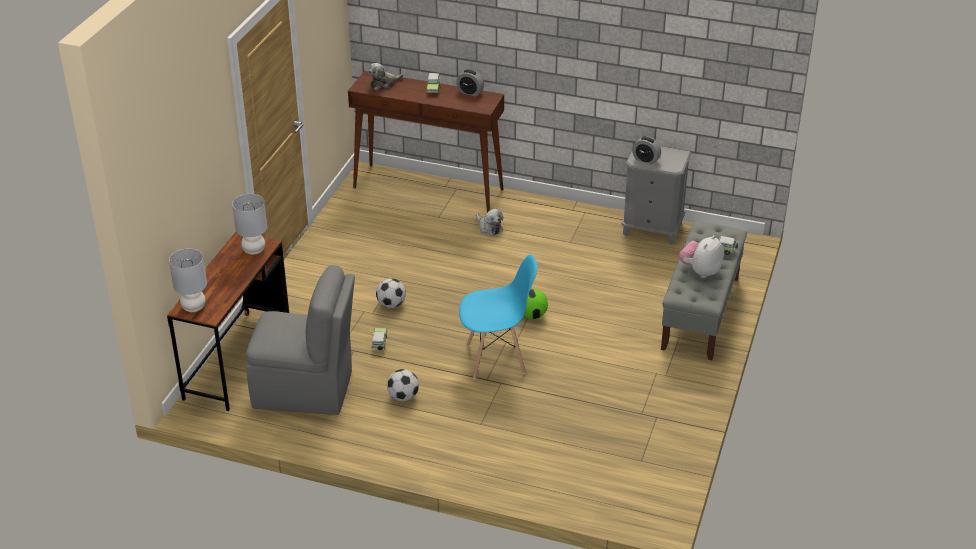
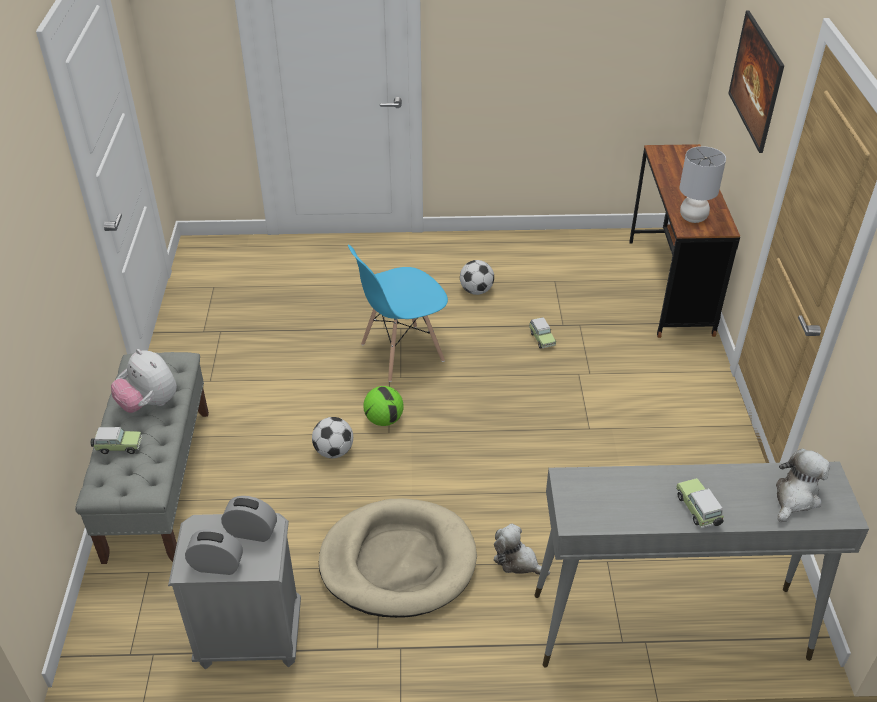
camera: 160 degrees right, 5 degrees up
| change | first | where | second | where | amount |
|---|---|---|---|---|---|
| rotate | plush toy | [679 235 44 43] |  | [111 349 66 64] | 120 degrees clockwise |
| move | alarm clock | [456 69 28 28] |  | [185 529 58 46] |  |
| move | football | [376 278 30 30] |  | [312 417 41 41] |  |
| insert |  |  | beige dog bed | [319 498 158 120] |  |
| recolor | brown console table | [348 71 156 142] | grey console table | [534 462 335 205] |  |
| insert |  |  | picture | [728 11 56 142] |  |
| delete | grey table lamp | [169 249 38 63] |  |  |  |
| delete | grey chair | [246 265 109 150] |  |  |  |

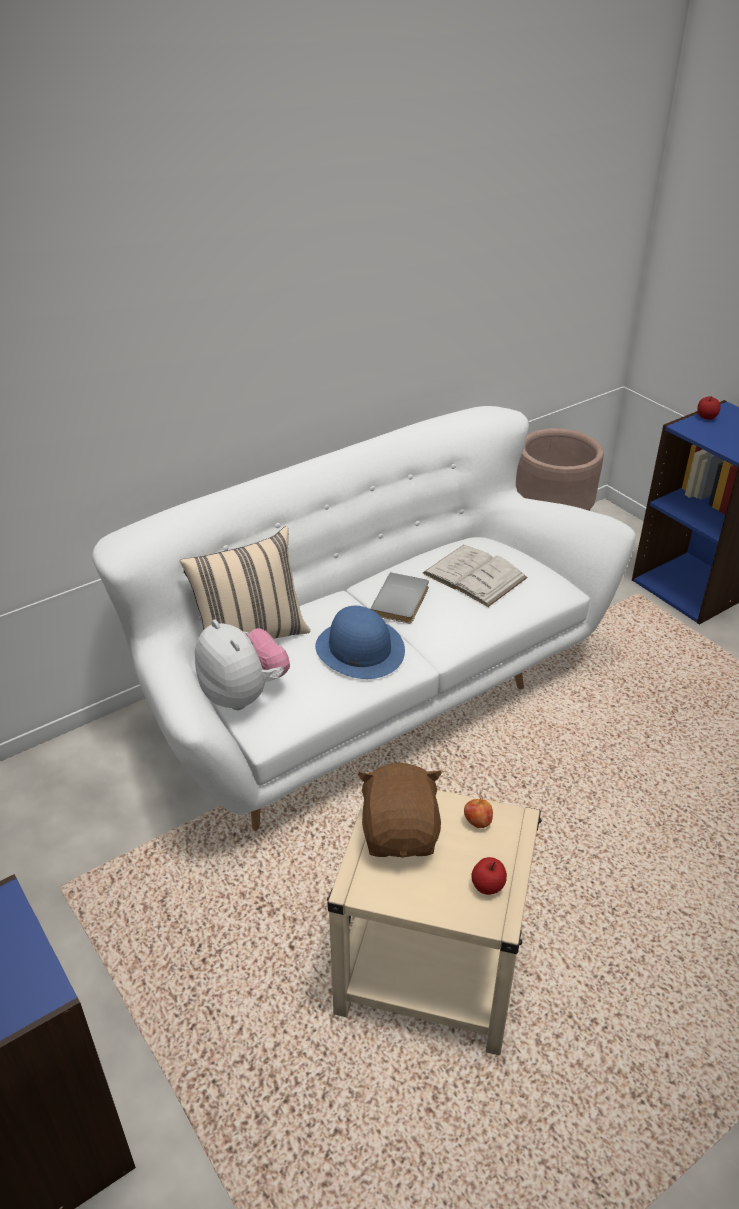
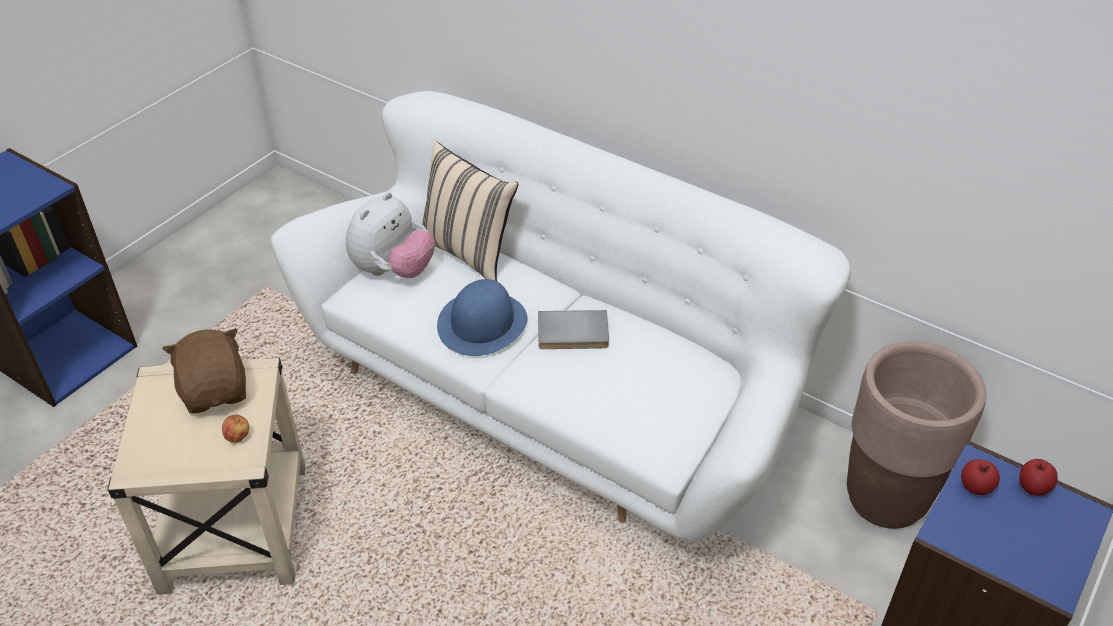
camera: 70 degrees right, 5 degrees up
| change | first | where | second | where | amount |
|---|---|---|---|---|---|
| rotate | brown plush toy | [358 763 84 95] |  | [162 328 84 86] | 90 degrees counterclockwise |
| move | apple | [471 857 36 38] |  | [961 459 39 36] |  |
| delete | white book | [423 545 105 62] |  |  |  |

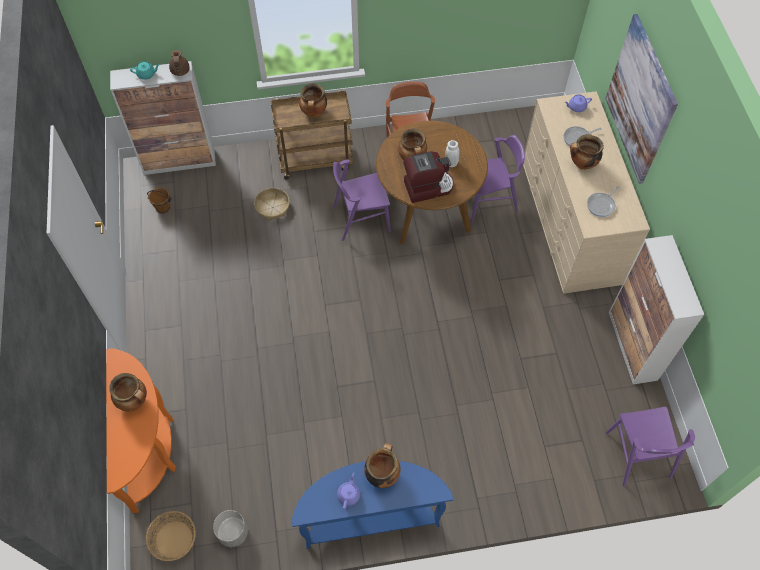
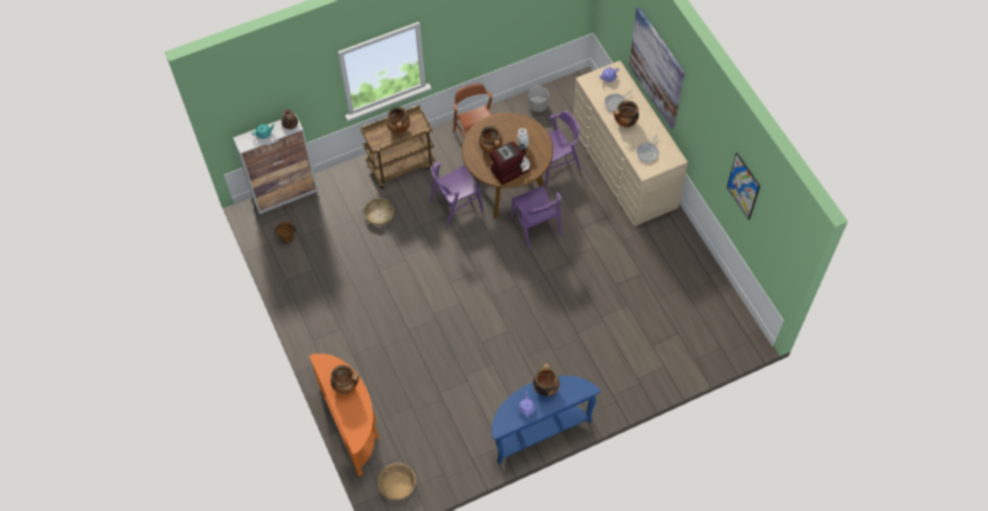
camera: 15 degrees left, 0 degrees up
| change | first | where | second | where | amount |
|---|---|---|---|---|---|
| move | purple chair | [606 407 89 80] |  | [510 185 52 65] |  |
| move | grey planter | [213 510 35 37] |  | [528 86 20 26] |  |
| insert |  |  | picture | [727 153 33 67] |  |
| delete | cabinet | [609 235 95 149] |  |  |  |

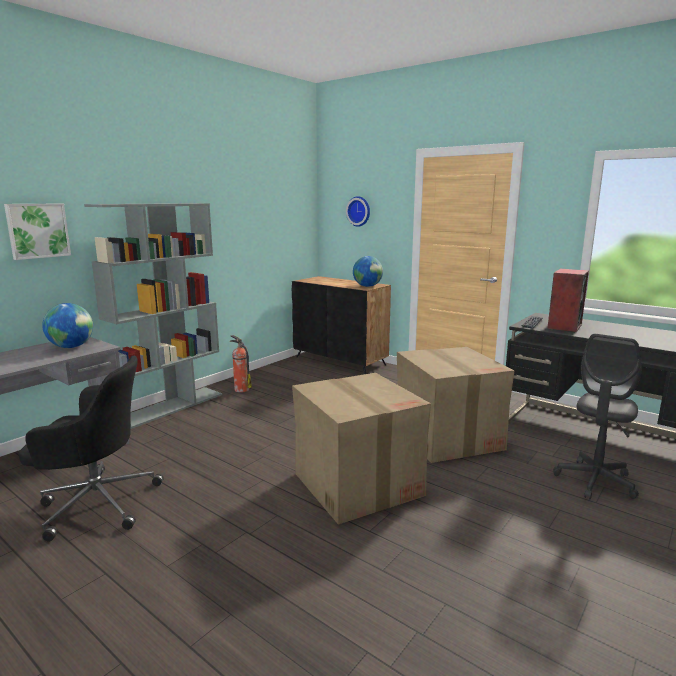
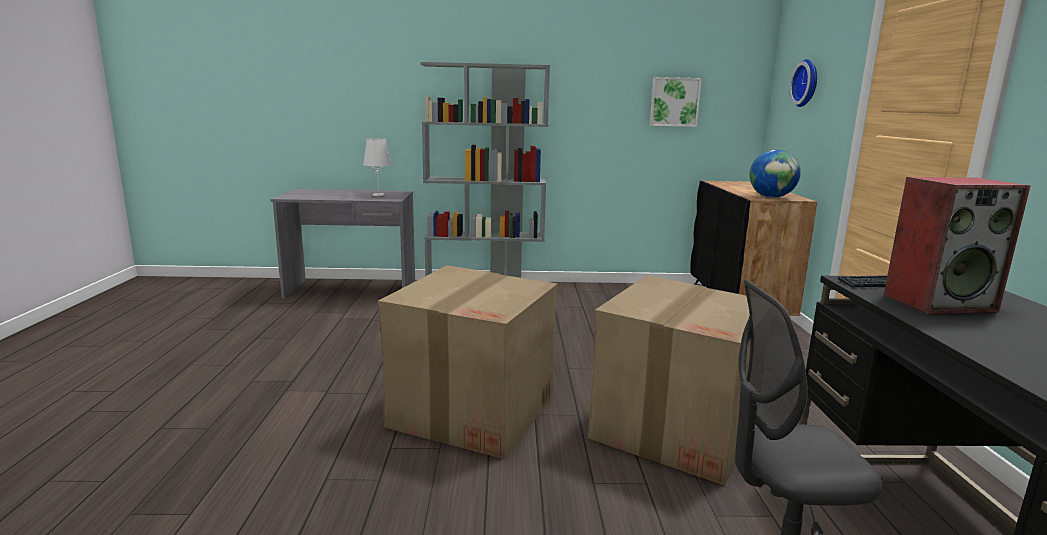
camera: 50 degrees right, 0 degrees up
| change | first | where | second | where | amount |
|---|---|---|---|---|---|
| replace | globe | [42 303 51 45] | white table lamp | [363 138 28 58] |  |
| move | picture | [4 204 67 56] |  | [649 77 53 50] |  |
| delete | black office chair | [19 356 145 186] |  |  |  |
| delete | fire extinguisher | [230 335 22 57] |  |  |  |

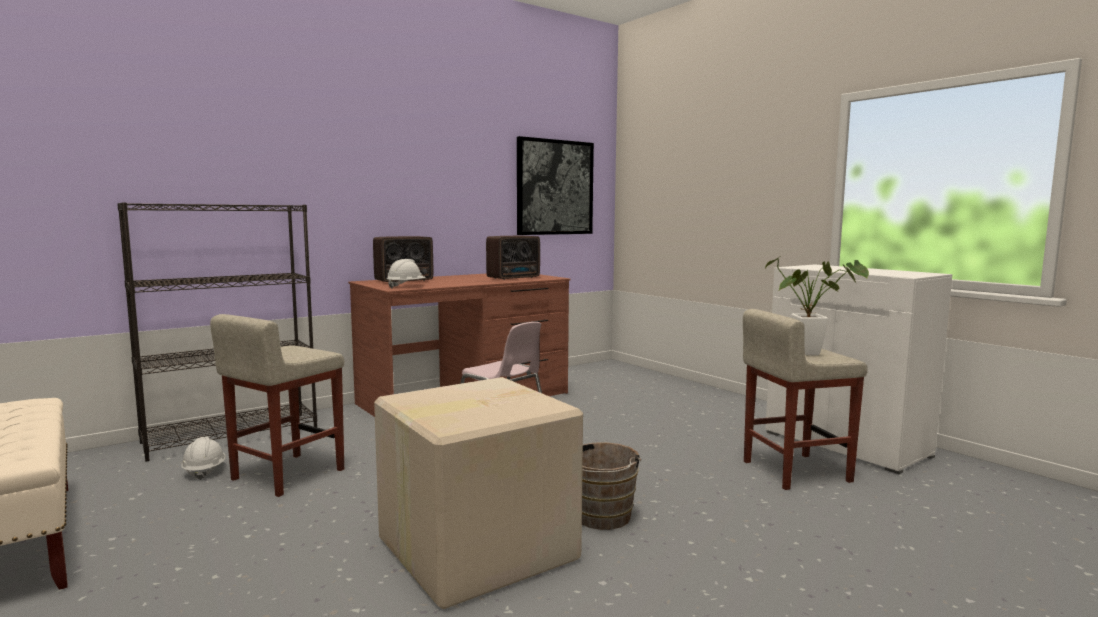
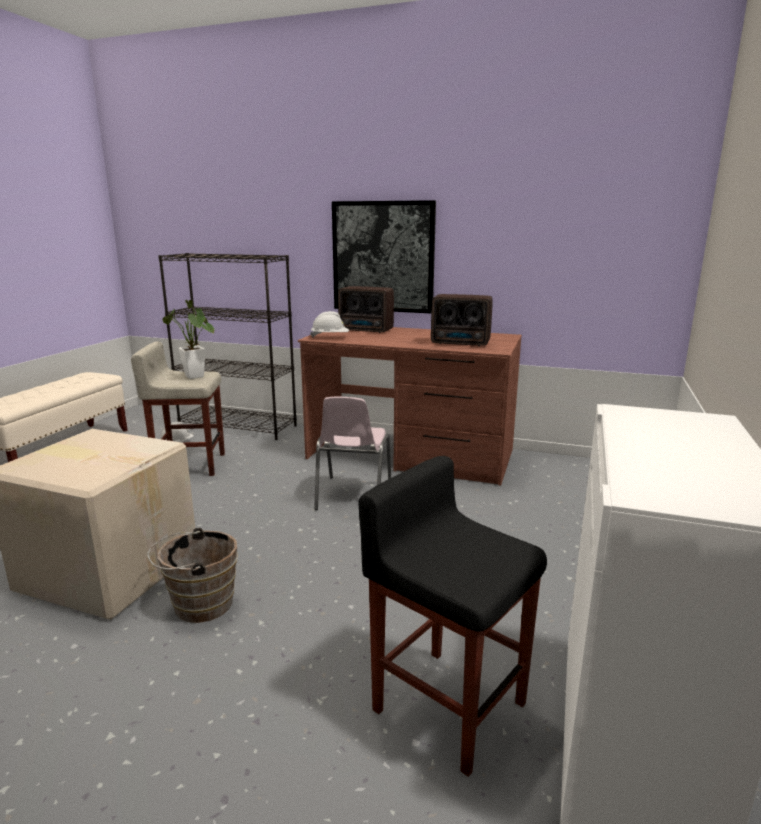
camera: 55 degrees right, 10 degrees up
| change | first | where | second | where | amount |
|---|---|---|---|---|---|
| move | potted plant | [765 256 104 99] |  | [162 300 52 79] |  |
| move | picture | [517 136 77 99] |  | [332 200 104 113] |  |
| recolor | beige stool | [743 309 125 181] | black stool | [359 456 188 321] |  |

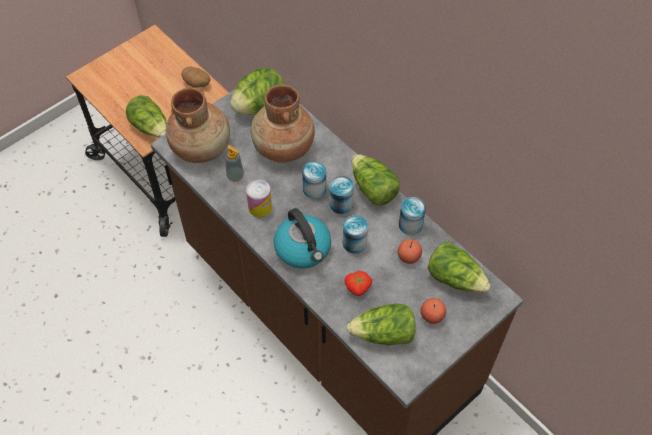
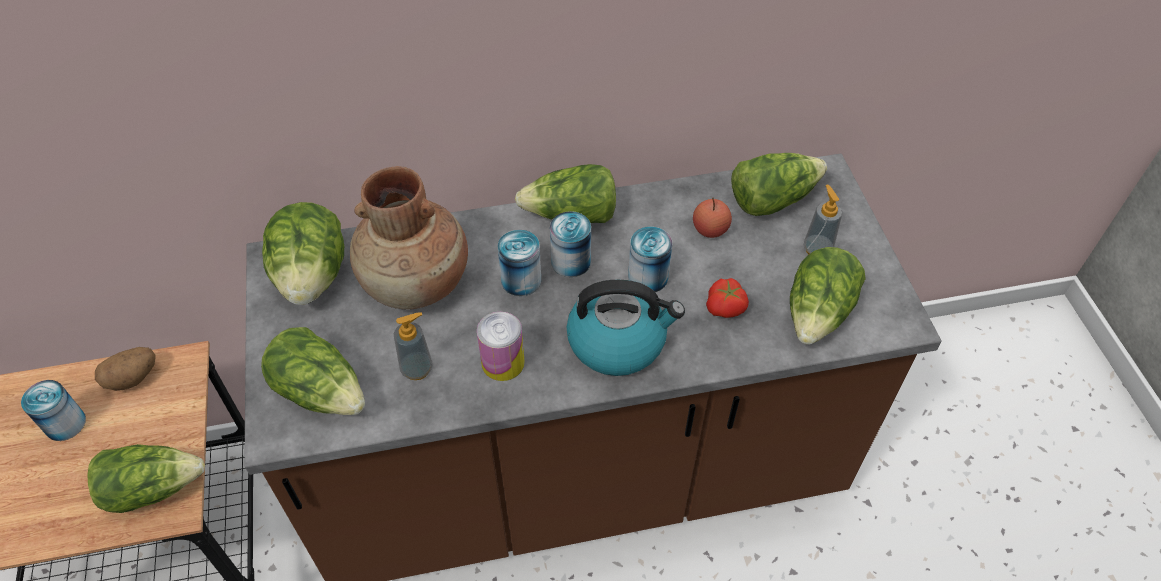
camera: 60 degrees left, 5 degrees down
| change | first | where | second | where | amount |
|---|---|---|---|---|---|
| move | can | [399 197 27 38] |  | [21 380 65 61] |  |
| replace | brown vase | [166 88 64 75] | lettuce | [261 327 104 88] |  |
| replace | apple | [421 298 25 26] | soap dispenser | [804 185 38 69] |  |

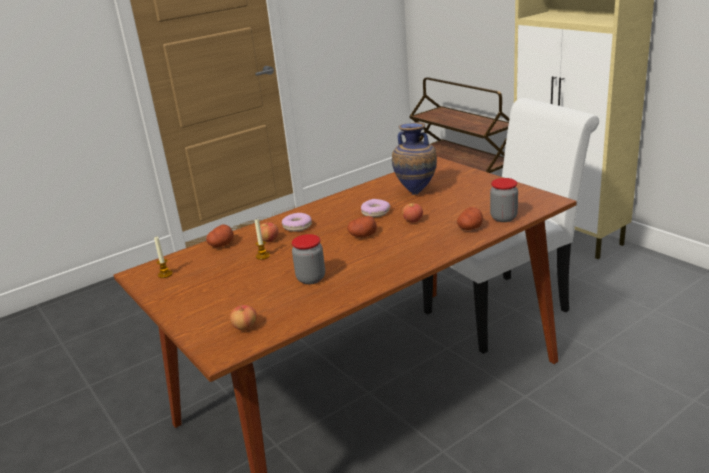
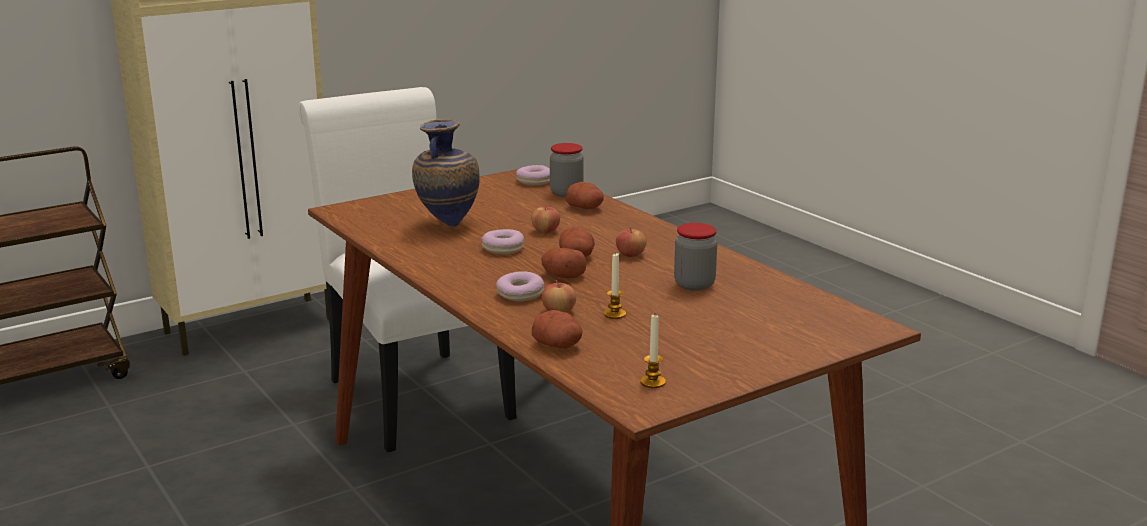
camera: 90 degrees left, 5 degrees down
| change | first | where | second | where | amount |
|---|---|---|---|---|---|
| insert |  |  | donut | [516 165 34 20] |  |
| insert |  |  | potato | [541 248 45 30] |  |
| move | apple | [230 305 27 25] |  | [616 227 31 30] |  |

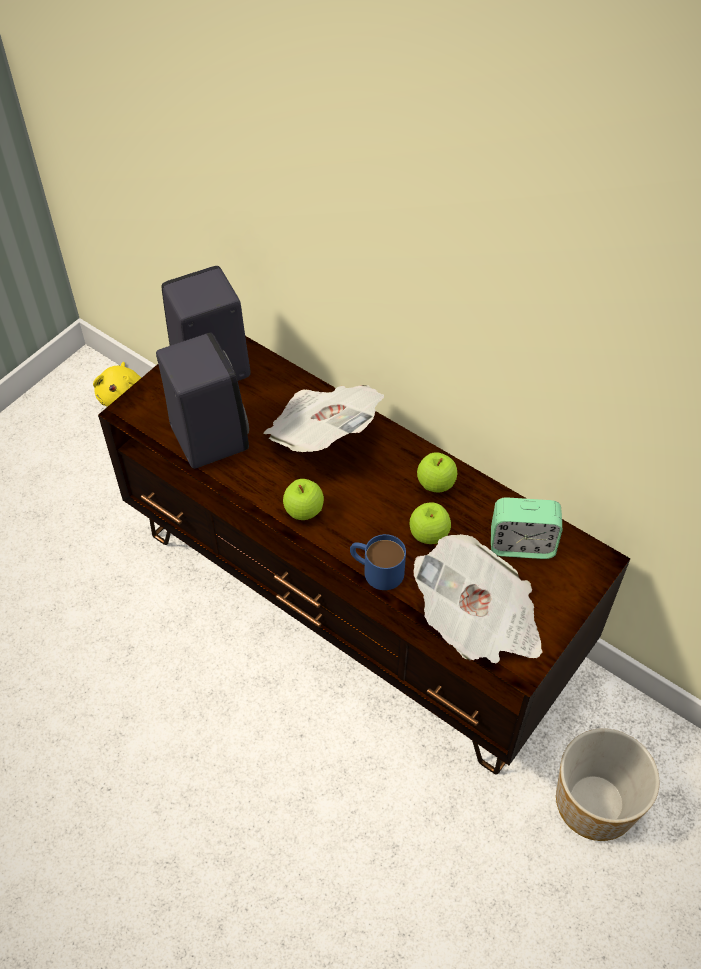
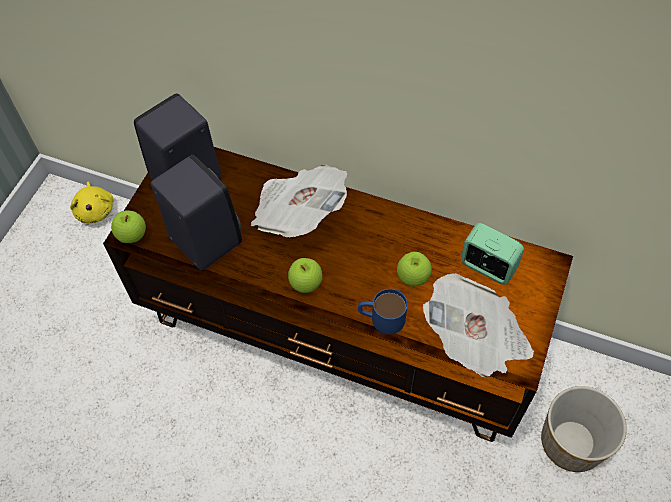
camera: 15 degrees left, 5 degrees up
| change | first | where | second | where | amount |
|---|---|---|---|---|---|
| move | apple | [417 452 40 40] |  | [111 210 35 33] |  |
| rotate | alarm clock | [491 497 71 62] |  | [461 223 63 62] | 135 degrees counterclockwise |

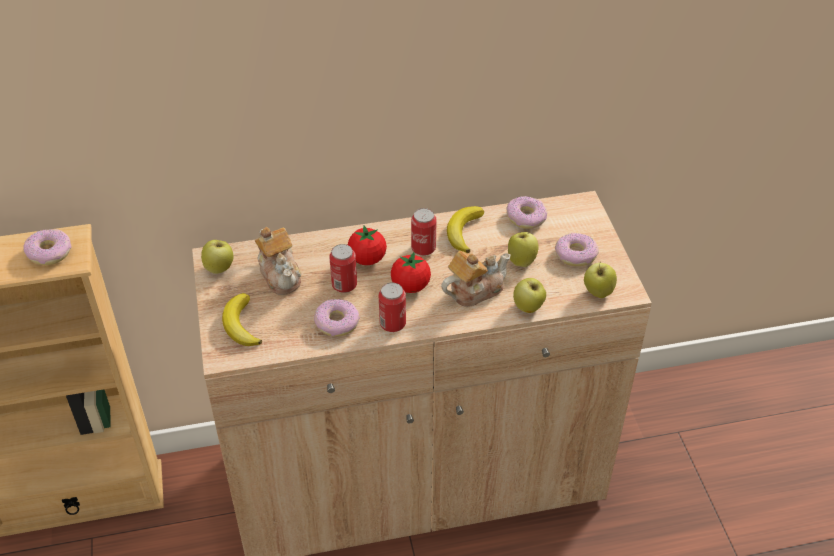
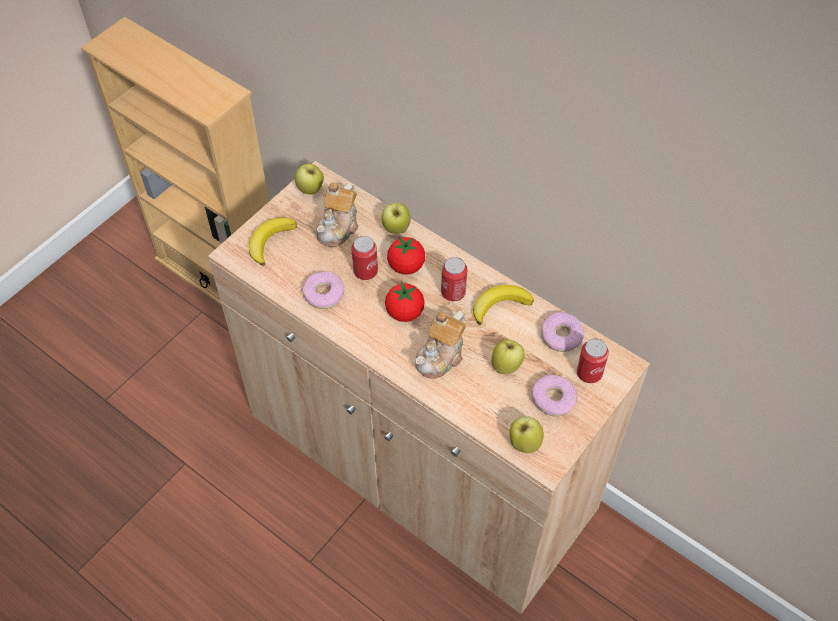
camera: 50 degrees right, 10 degrees up
| change | first | where | second | where | amount |
|---|---|---|---|---|---|
| move | apple | [513 278 33 35] |  | [381 203 30 31] |  |
| rotate | teapot | [441 251 70 56] |  | [415 311 51 68] | 105 degrees clockwise |
| move | can | [379 283 27 49] |  | [577 339 32 44] |  |
| delete | donut | [23 229 49 36] |  |  |  |

